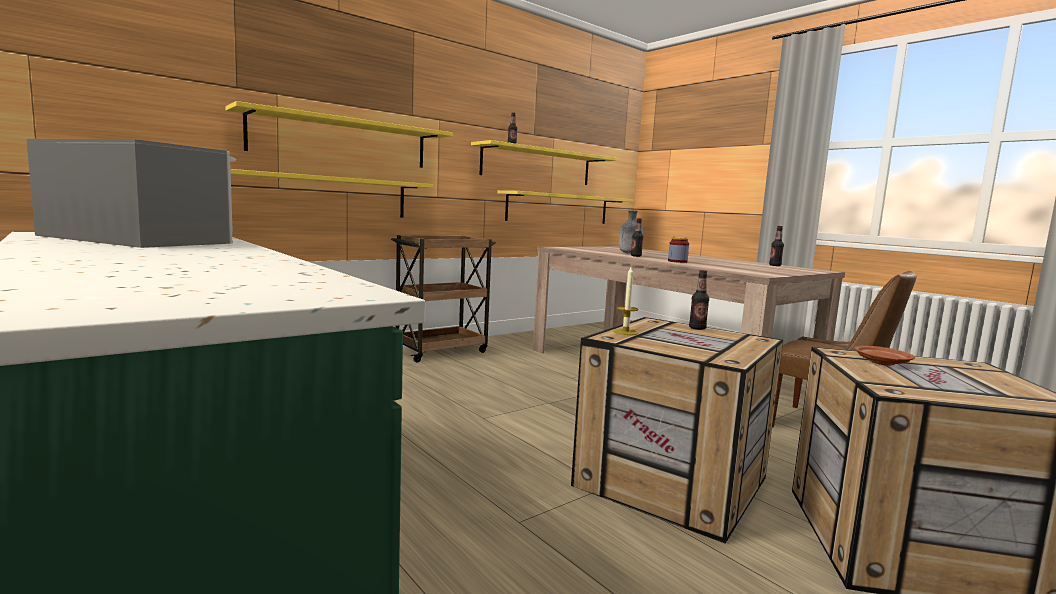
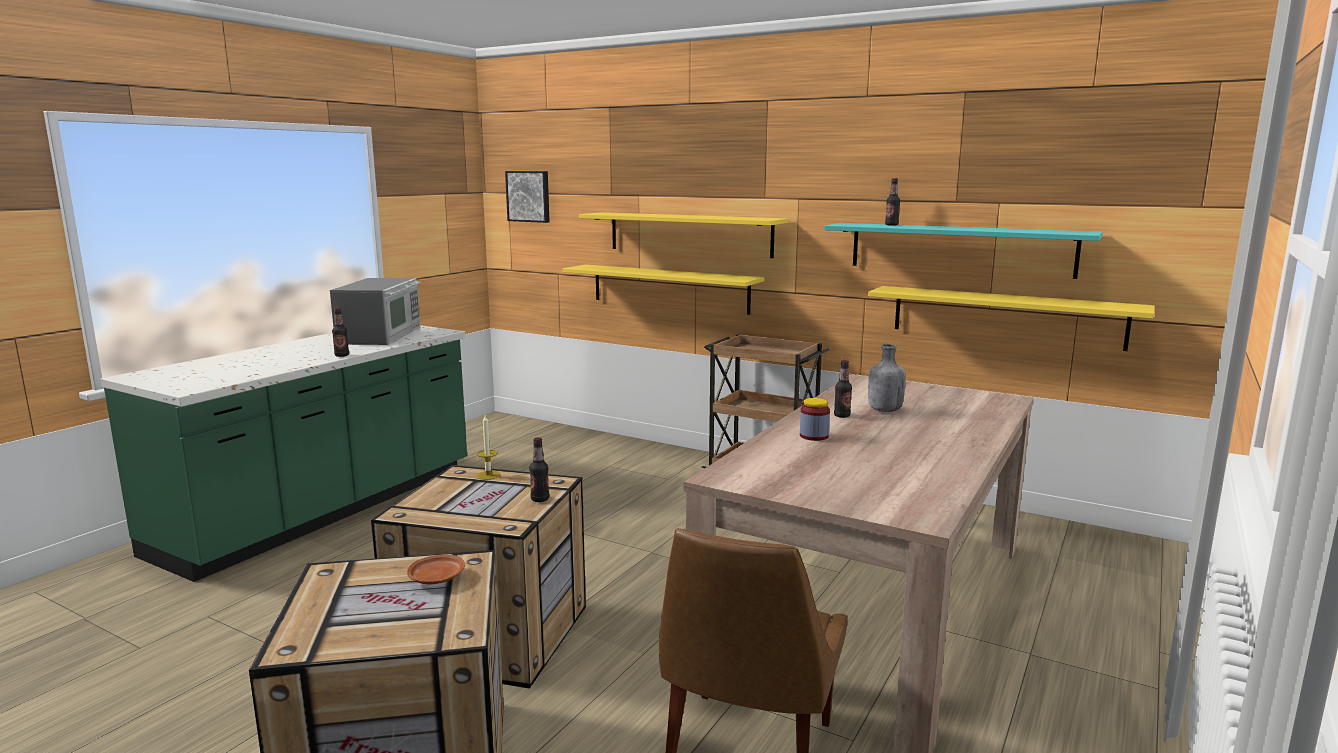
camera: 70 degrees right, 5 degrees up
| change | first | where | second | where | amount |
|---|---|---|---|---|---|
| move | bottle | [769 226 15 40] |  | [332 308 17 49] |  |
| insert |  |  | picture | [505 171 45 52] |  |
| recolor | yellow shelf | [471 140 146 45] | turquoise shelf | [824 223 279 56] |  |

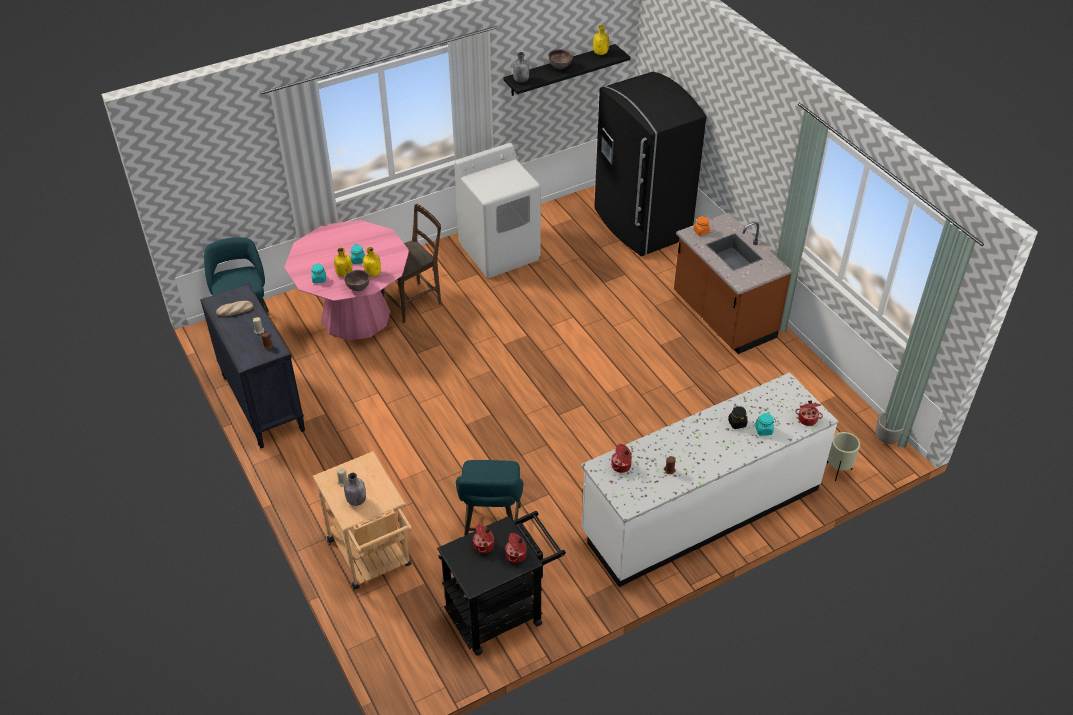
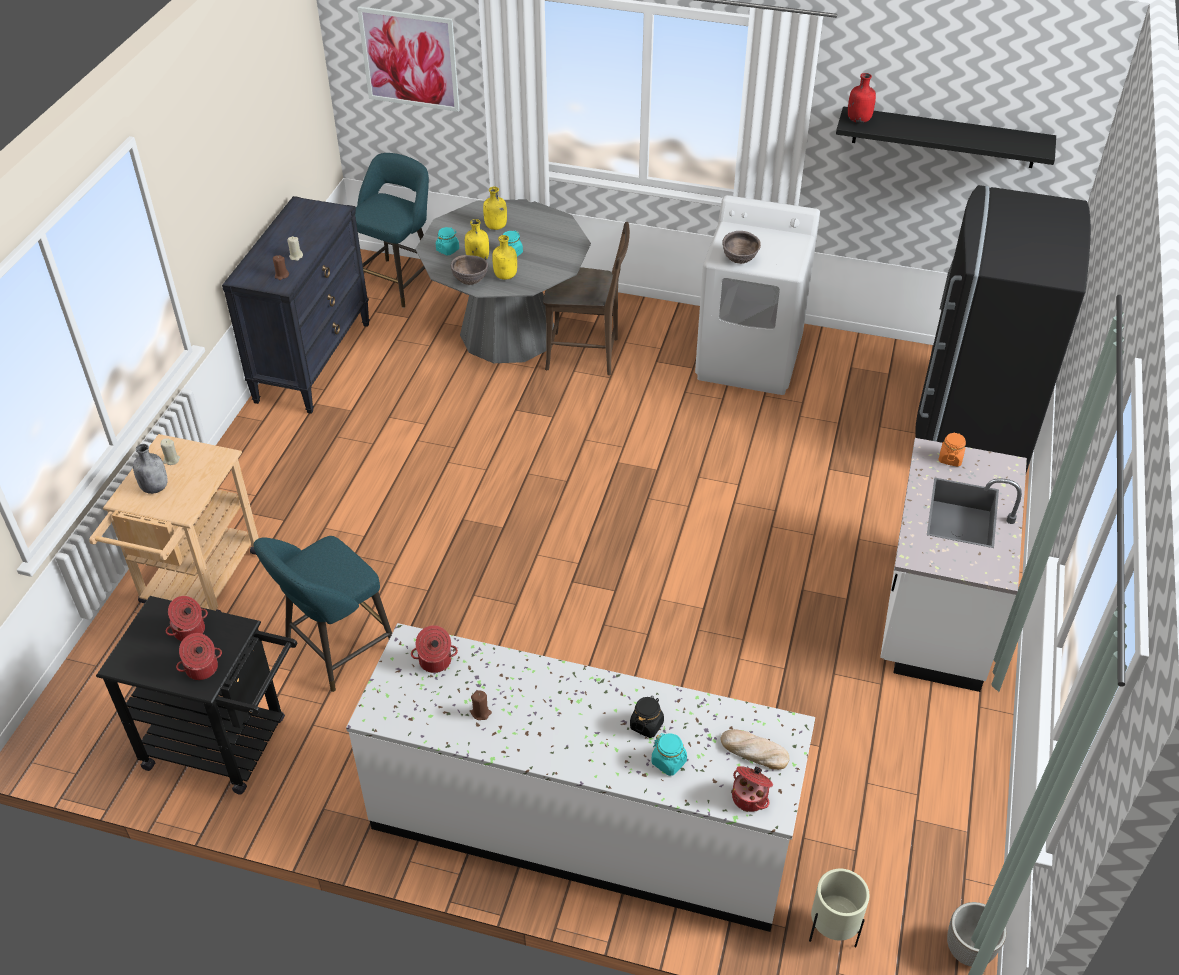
camera: 45 degrees right, 0 degrees up
| change | first | where | second | where | amount |
|---|---|---|---|---|---|
| insert |  |  | picture | [357 6 103 106] |  |
| recolor | pink dining table | [284 220 125 121] | grey dining table | [416 199 175 164] |  |
| move | yellow bottle | [593 25 16 30] |  | [483 187 24 43] |  |
| move | bread | [216 301 37 15] |  | [721 729 68 41] |  |
| move | brown bowl | [548 49 25 20] |  | [722 231 39 33] |  |
| recolor | grey bottle | [513 52 16 31] | red bottle | [848 73 28 50] |  |
| recolor | brown counter | [674 213 118 141] | white counter | [880 438 147 254] |  |

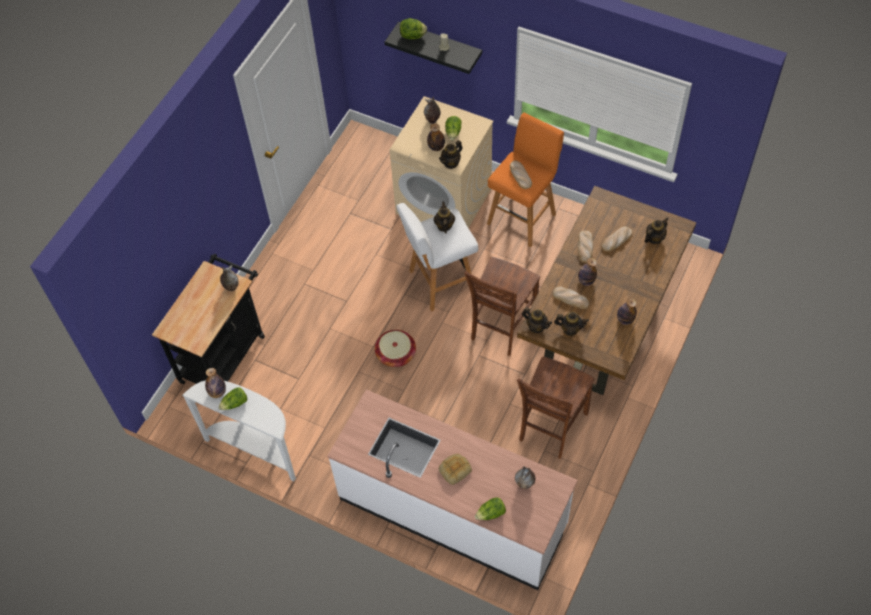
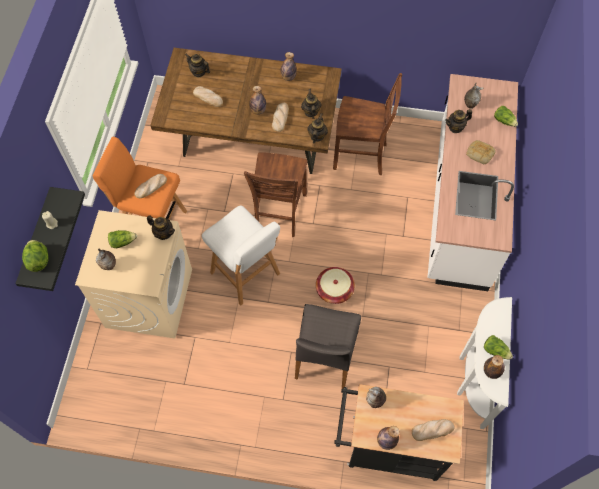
camera: 110 degrees left, 5 degrees up
| change | first | where | second | where | amount |
|---|---|---|---|---|---|
| rotate | brown chair | [464 257 76 99] |  | [244 152 64 85] | 90 degrees clockwise |
| insert |  |  | grey chair | [295 304 66 85] |  |
| move | bottle | [427 123 18 28] |  | [377 426 23 24] |  |
| move | bread | [578 231 15 32] |  | [412 419 42 22] |  |
| move | teapot | [434 202 21 32] |  | [445 109 27 24] |  |

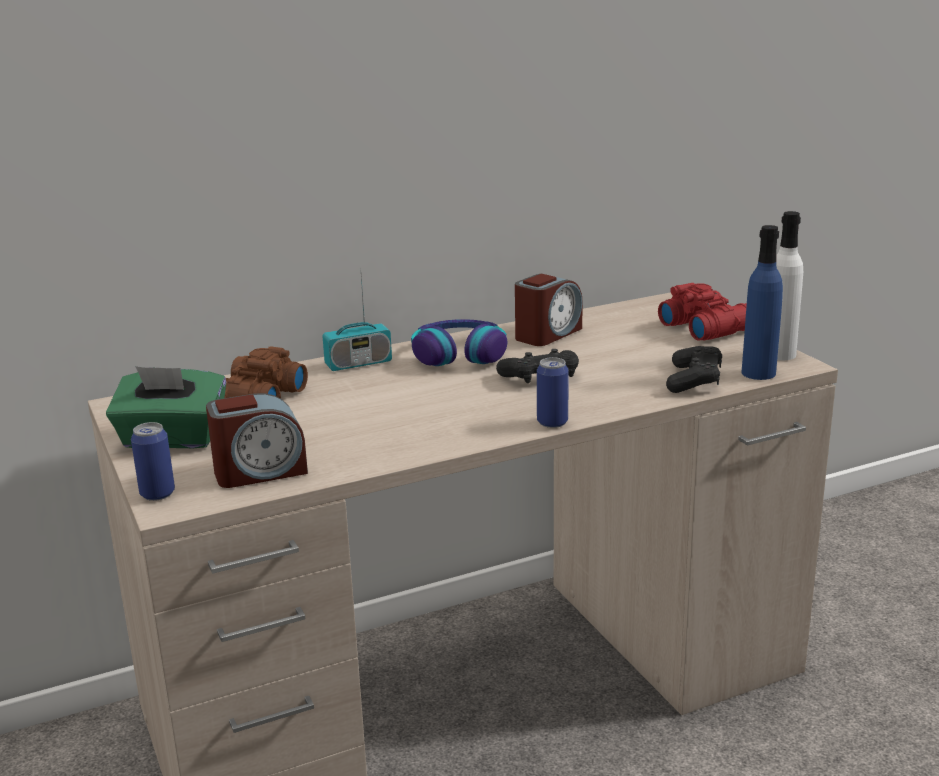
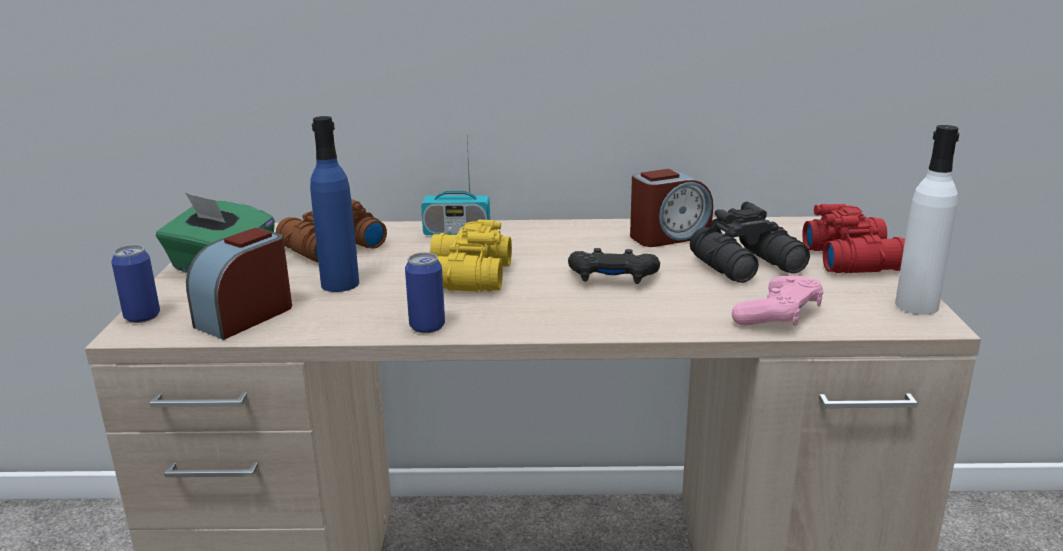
camera: 25 degrees right, 0 degrees up
| change | first | where | second | where | amount |
|---|---|---|---|---|---|
| rotate | alarm clock | [206 393 102 95] |  | [186 228 106 112] | 120 degrees clockwise |
| move | blue bottle | [741 225 42 155] |  | [310 116 49 176] |  |
| move | can | [537 357 32 71] |  | [405 252 40 81] |  |
| insert |  |  | yellow binoculars | [430 220 82 72] |  |
| insert |  |  | black binoculars | [690 202 120 81] |  |
| recolor | black game controller | [666 346 56 47] | pink game controller | [732 276 91 50] |  |
| delete | headphones | [411 319 96 47] |  |  |  |

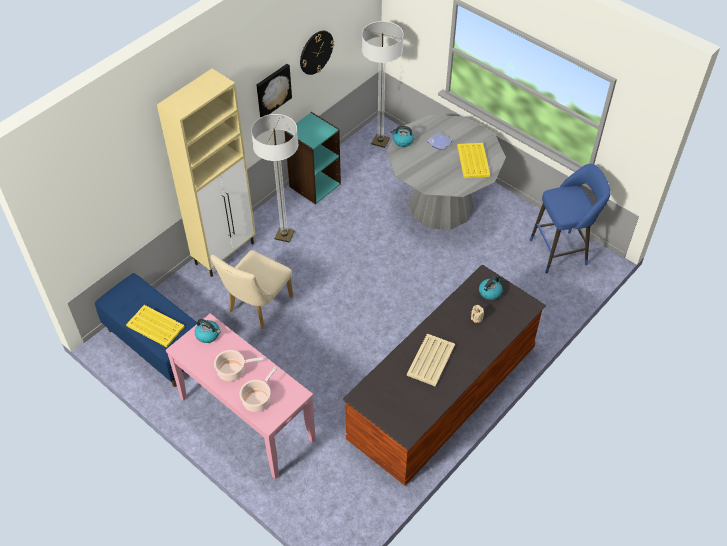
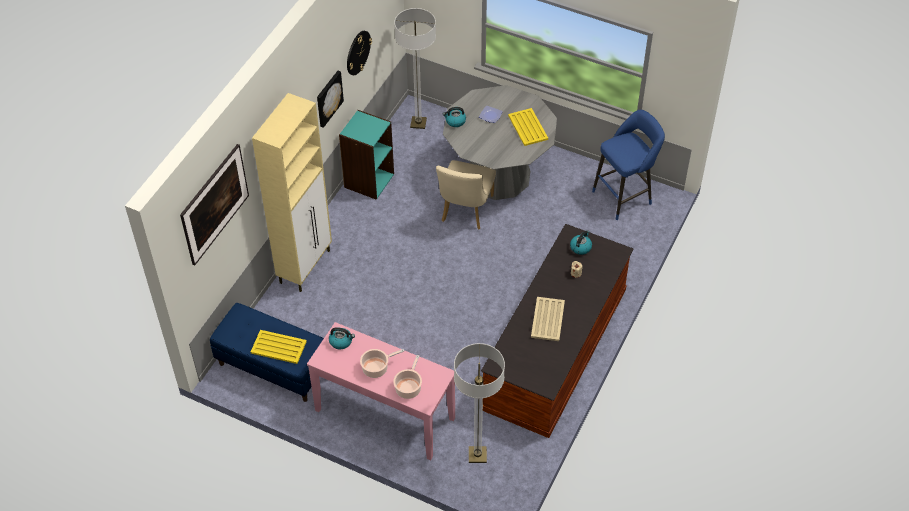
camera: 15 degrees left, 0 degrees up
| change | first | where | second | where | amount |
|---|---|---|---|---|---|
| insert |  |  | picture | [180 144 69 122] |  |
| move | beige chair | [210 250 83 79] |  | [436 160 60 70] |  |
| move | floor lamp | [251 114 47 129] |  | [454 343 51 120] |  |

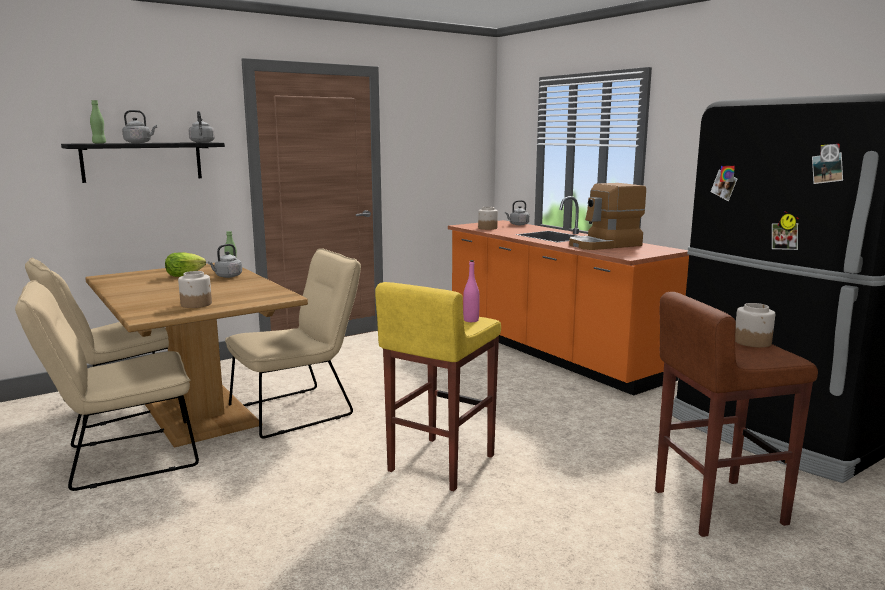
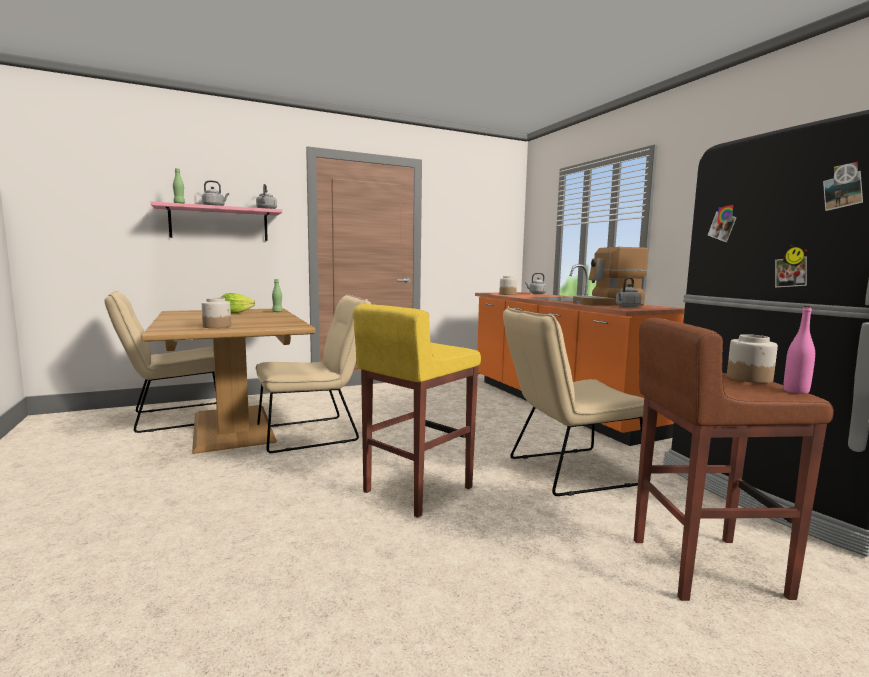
camera: 10 degrees right, 5 degrees down
| change | first | where | second | where | amount |
|---|---|---|---|---|---|
| recolor | black shelf | [61 142 164 41] | pink shelf | [151 202 131 39] |  |
| move | beige chair | [15 280 184 211] |  | [503 306 141 190] |  |
| move | grey kettle | [208 244 34 34] |  | [616 277 26 31] |  |
| move | pink bottle | [463 260 17 62] |  | [784 306 31 88] |  |

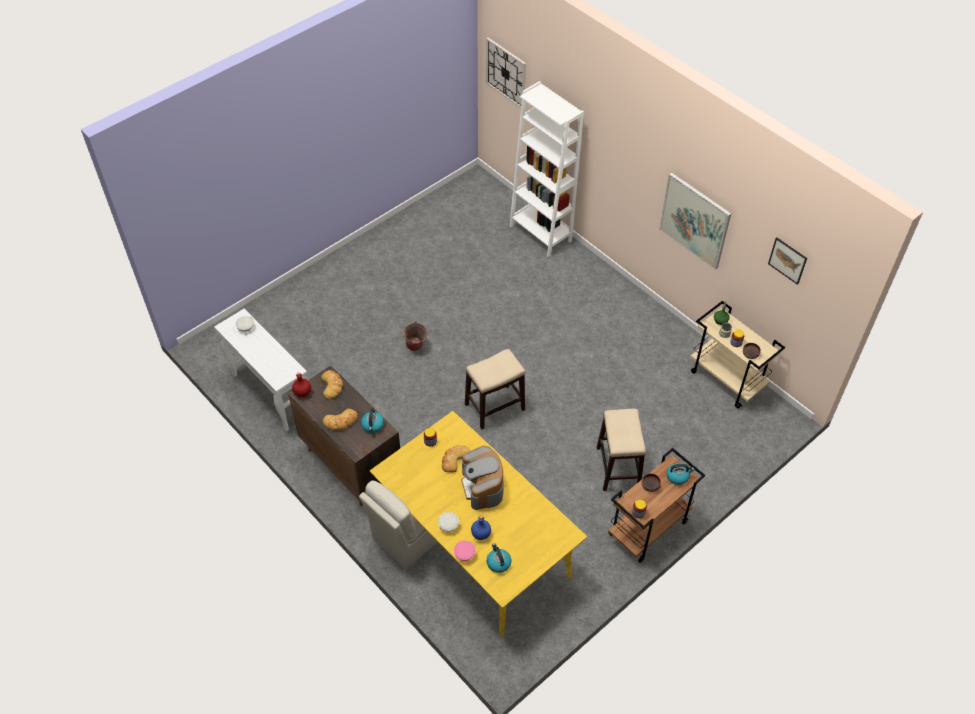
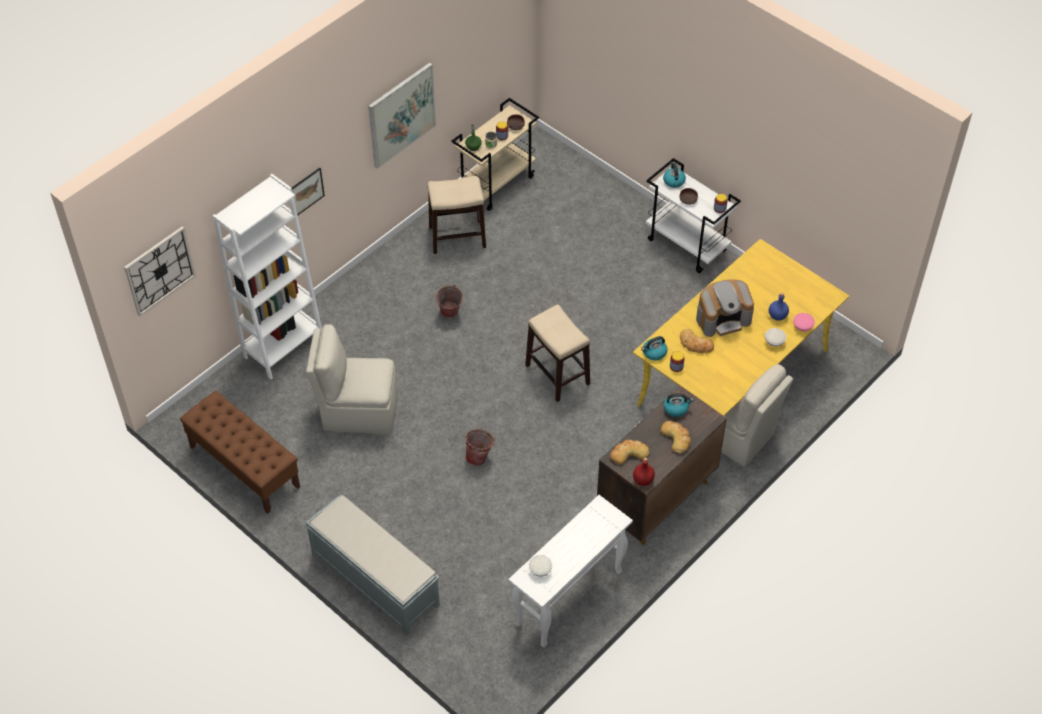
camera: 95 degrees left, 0 degrees up
| change | first | where | second | where | amount |
|---|---|---|---|---|---|
| insert |  |  | brown bench | [180 391 120 123] |  |
| move | picture | [768 237 39 48] |  | [292 168 33 48] |  |
| insert |  |  | grey bench | [305 495 135 141] |  |
| insert |  |  | beige chair | [306 325 91 109] |  |
| move | stool | [597 409 49 82] |  | [427 176 59 78] |  |
| insert |  |  | bucket | [435 285 28 32] |  |
| move | kettle | [487 543 24 30] |  | [641 336 26 25] |  |
| recolor | brown cart | [608 448 97 115] | white cart | [646 158 95 115] |  |

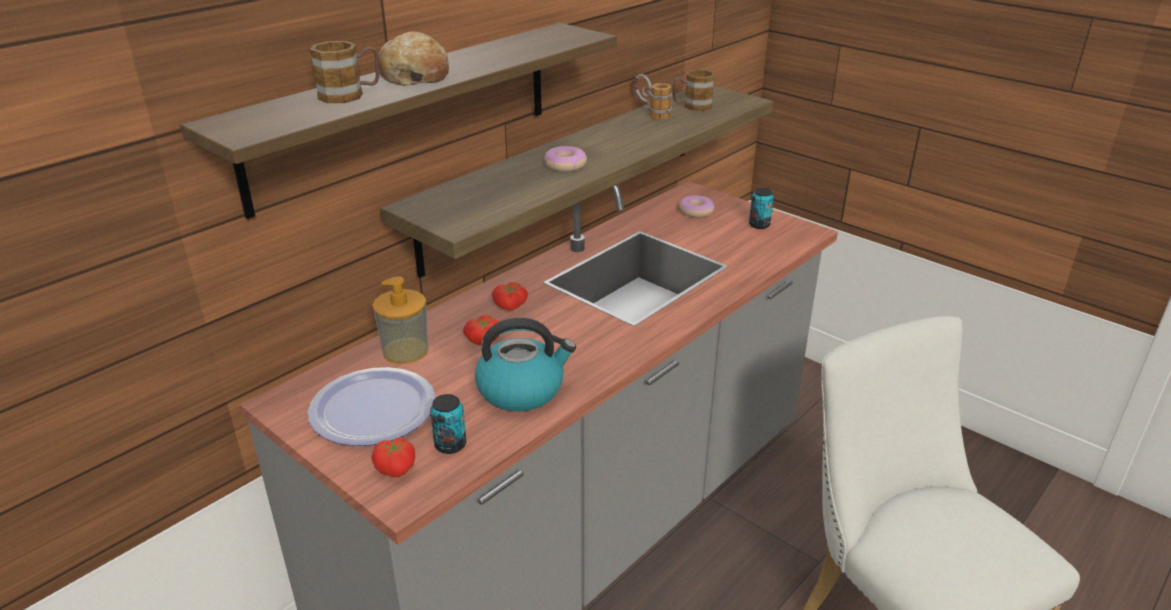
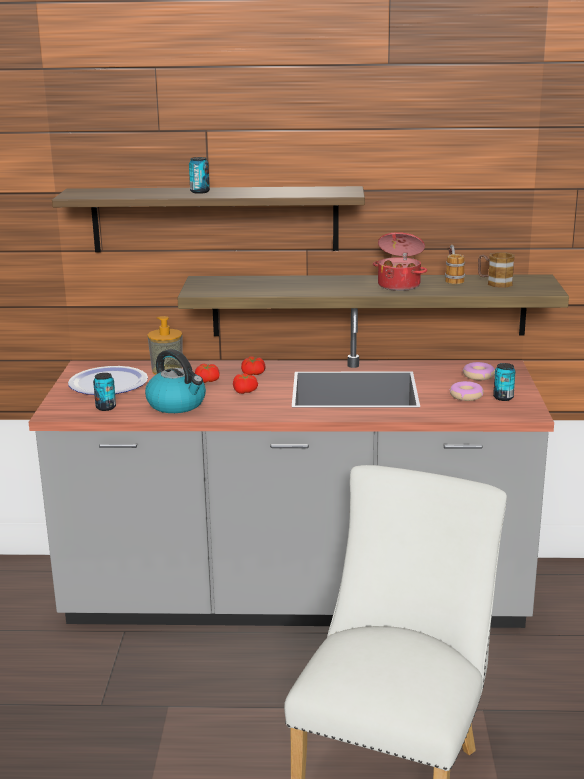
camera: 50 degrees right, 10 degrees down
| change | first | where | second | where | amount |
|---|---|---|---|---|---|
| replace | bread | [378 31 71 55] | can | [189 157 21 37] |  |
| move | tomato | [371 438 44 39] |  | [233 373 25 21] |  |
| insert |  |  | cooking pot | [373 232 54 59] |  |
| move | donut | [544 146 43 26] |  | [450 381 34 20] |  |
| delete | mug | [310 41 69 62] |  |  |  |

